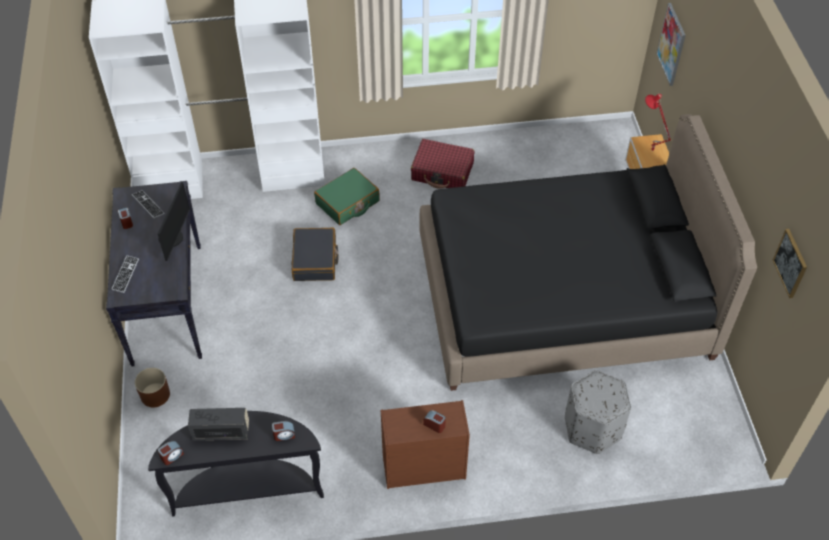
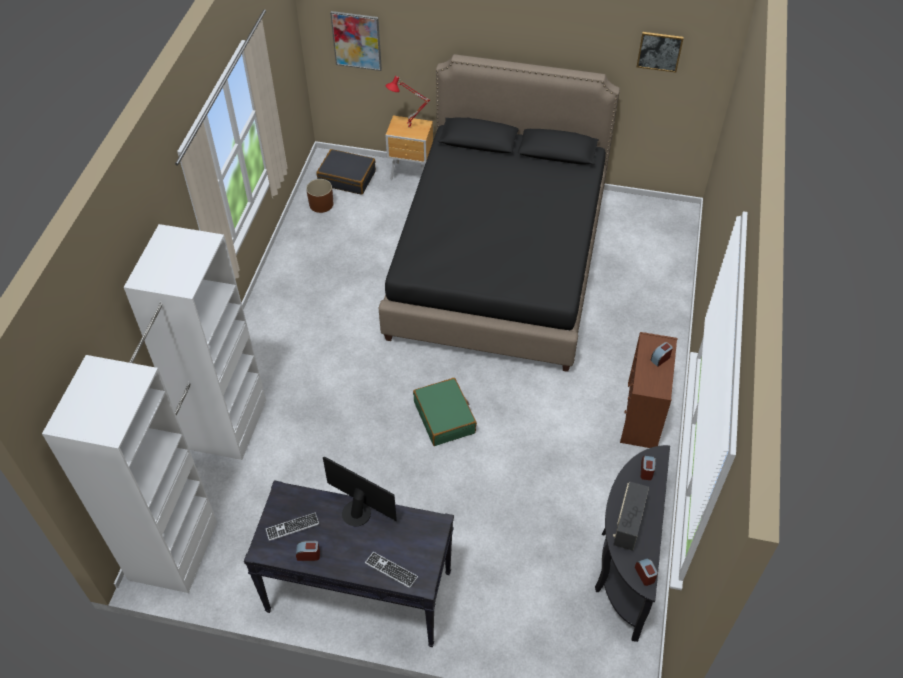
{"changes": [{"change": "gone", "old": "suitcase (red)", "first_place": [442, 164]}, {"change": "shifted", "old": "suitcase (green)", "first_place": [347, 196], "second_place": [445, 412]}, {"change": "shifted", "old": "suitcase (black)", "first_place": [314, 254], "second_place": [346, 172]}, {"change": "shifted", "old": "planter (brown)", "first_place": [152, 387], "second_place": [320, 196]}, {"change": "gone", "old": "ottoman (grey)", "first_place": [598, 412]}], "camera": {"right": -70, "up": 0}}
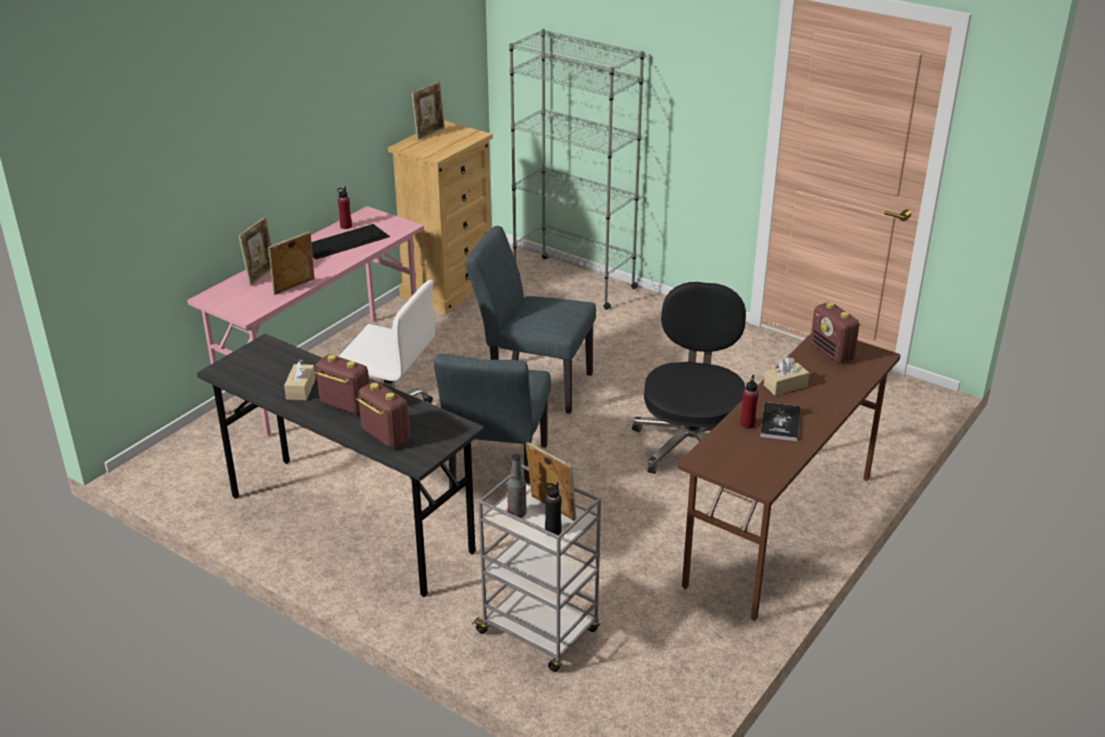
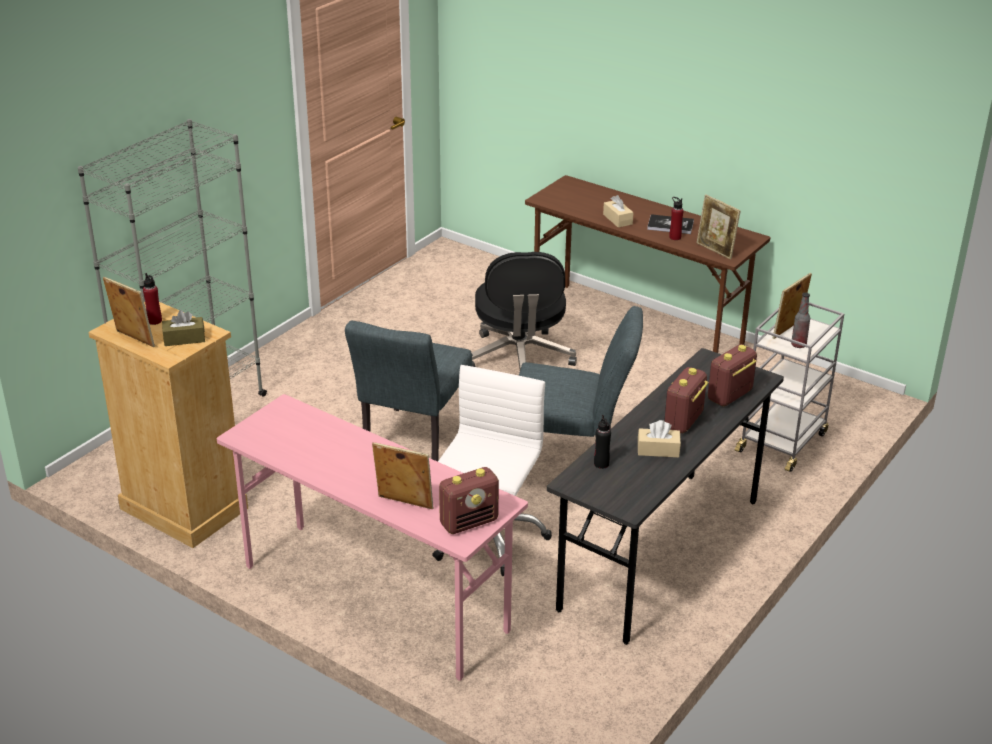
{"changes": [{"change": "shifted", "old": "bottle (red)", "first_place": [344, 207], "second_place": [152, 299]}, {"change": "gone", "old": "keyboard", "first_place": [351, 241]}, {"change": "shifted", "old": "picture frame", "first_place": [291, 263], "second_place": [719, 227]}, {"change": "rotated", "old": "office chair (black)", "first_place": [689, 378], "second_place": [524, 310], "degrees": -105}, {"change": "shifted", "old": "radio", "first_place": [835, 333], "second_place": [469, 500]}, {"change": "shifted", "old": "bottle (black)", "first_place": [553, 509], "second_place": [602, 442]}, {"change": "new", "new": "tissue box (brown)", "second_place": [183, 328]}], "camera": {"right": -90, "up": 0}}
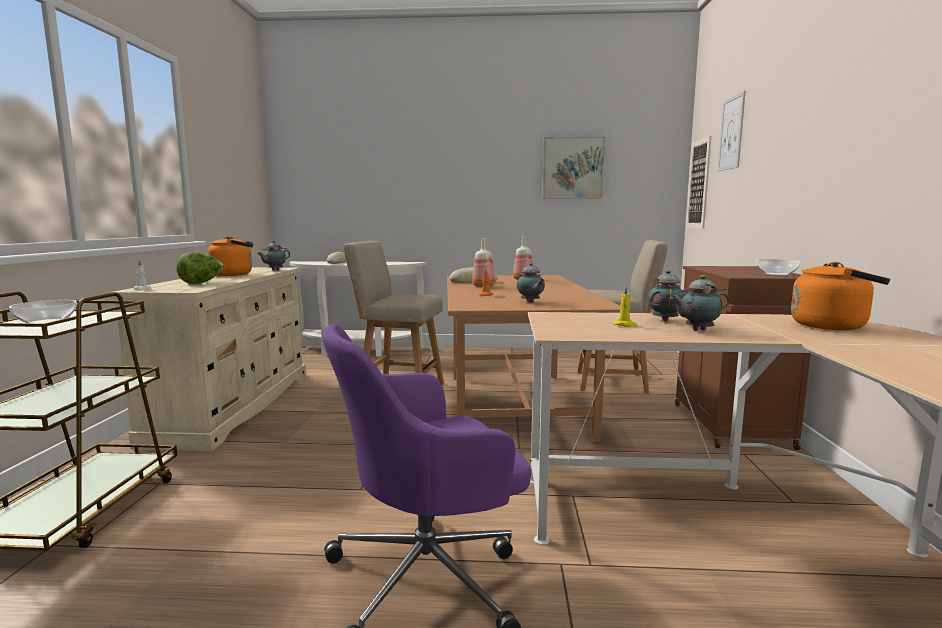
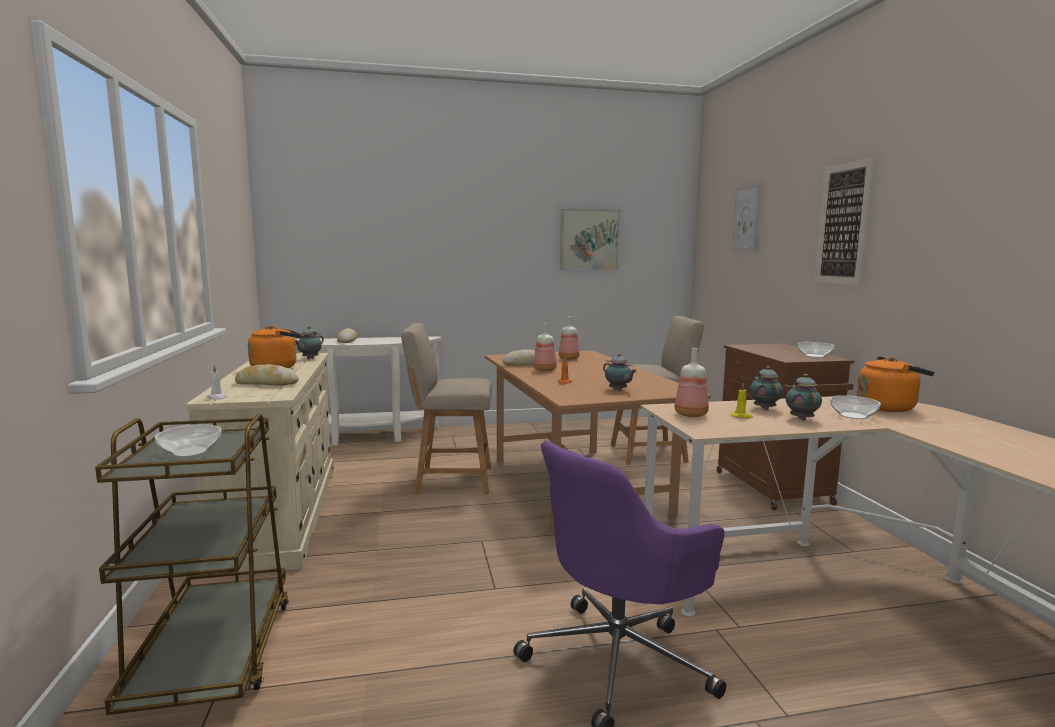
{"changes": [{"change": "shifted", "old": "picture", "first_place": [698, 182], "second_place": [844, 221]}, {"change": "swapped", "old": "lettuce", "new": "bread", "first_place": [200, 268], "second_place": [267, 374]}, {"change": "rotated", "old": "teapot", "first_place": [700, 303], "second_place": [804, 397], "degrees": 120}, {"change": "new", "new": "bottle", "second_place": [691, 382]}, {"change": "new", "new": "bowl", "second_place": [855, 407]}], "camera": {"right": -15, "up": 0}}
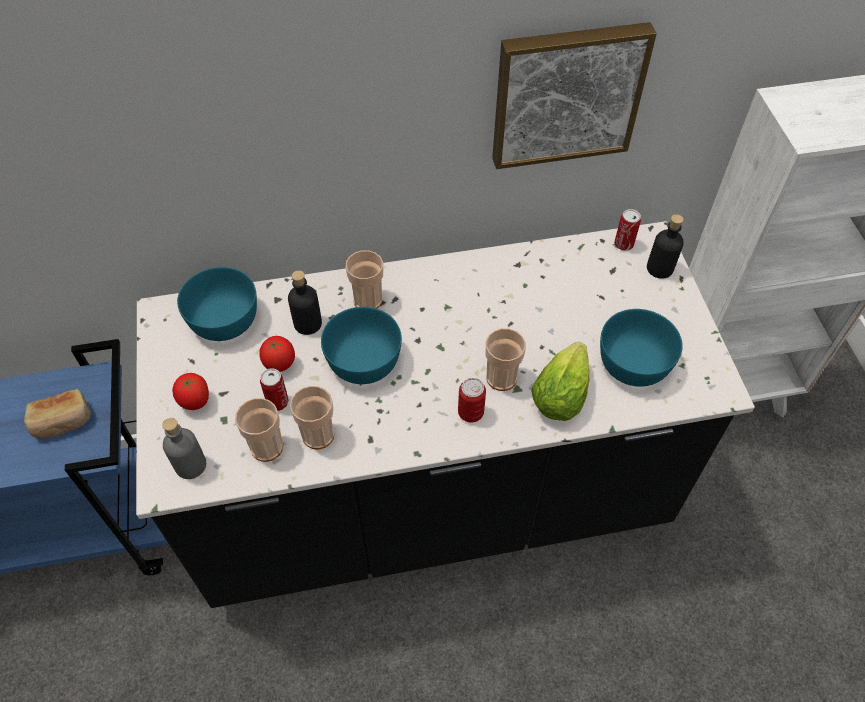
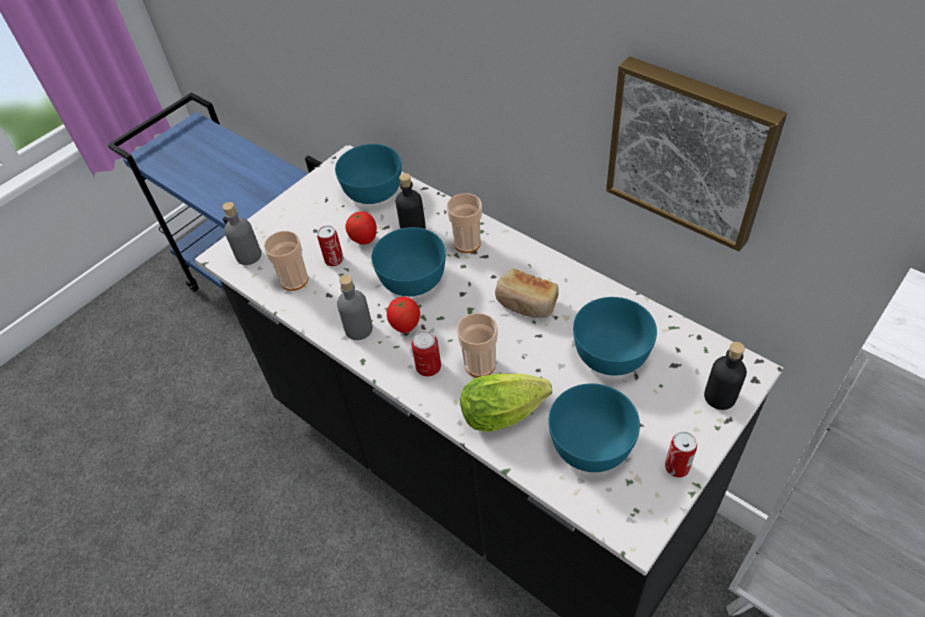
{"changes": [{"change": "shifted", "old": "can", "first_place": [627, 230], "second_place": [681, 454]}, {"change": "shifted", "old": "tomato", "first_place": [190, 391], "second_place": [403, 315]}, {"change": "gone", "old": "cup", "first_place": [312, 417]}, {"change": "shifted", "old": "bread", "first_place": [57, 414], "second_place": [527, 293]}, {"change": "new", "new": "bottle (grey)", "second_place": [355, 307]}, {"change": "new", "new": "bowl (turquoise)", "second_place": [615, 336]}], "camera": {"right": 55, "up": -5}}
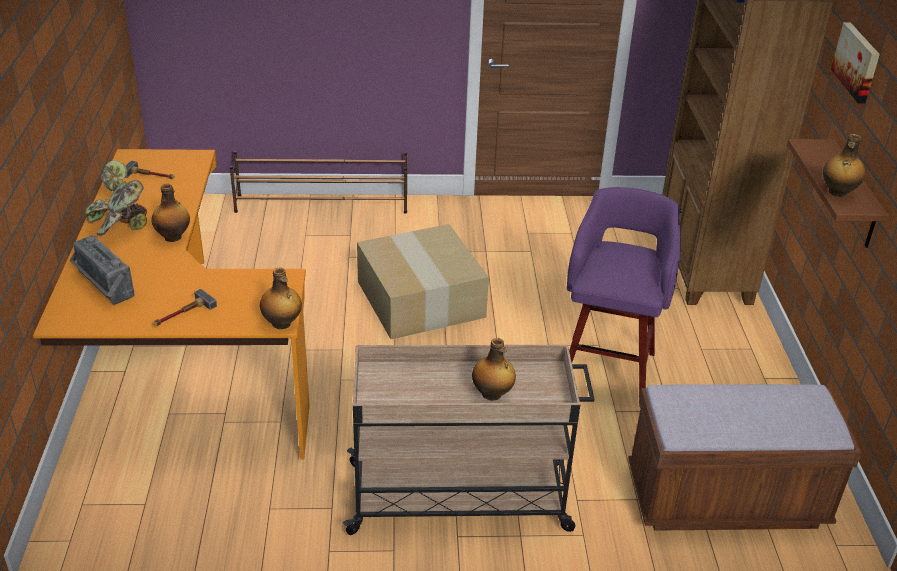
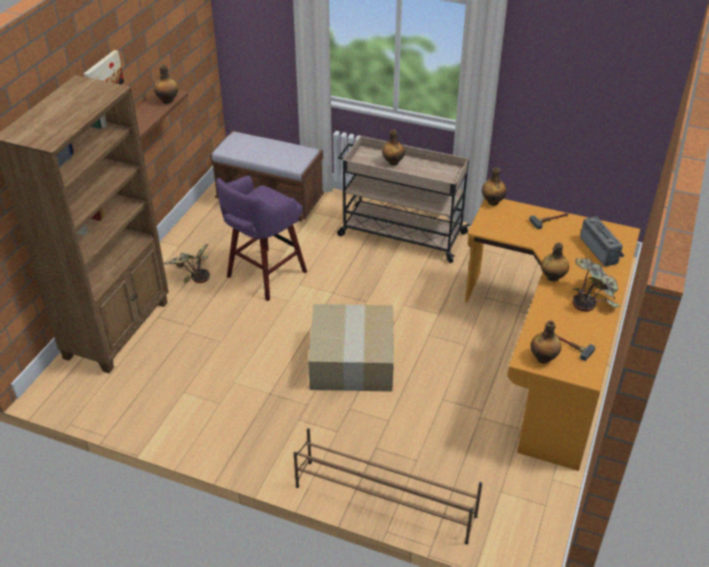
{"changes": [{"change": "new", "new": "potted plant", "second_place": [187, 263]}, {"change": "new", "new": "bottle", "second_place": [546, 342]}], "camera": {"right": -155, "up": 5}}
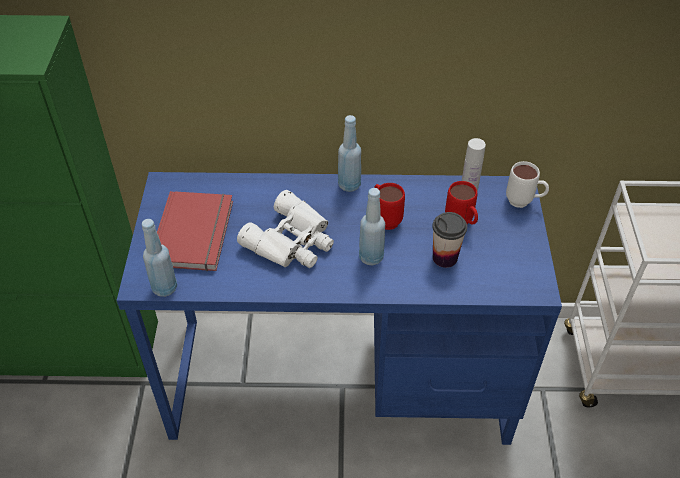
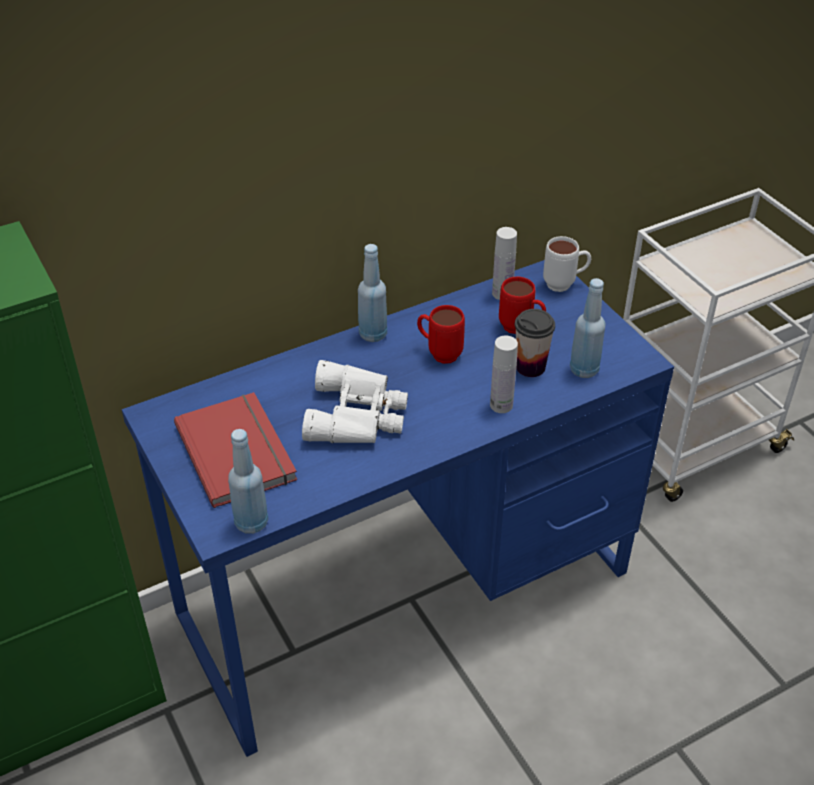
{"changes": [{"change": "shifted", "old": "bottle (blue)", "first_place": [372, 226], "second_place": [588, 328]}, {"change": "new", "new": "bottle (white)", "second_place": [504, 374]}], "camera": {"right": -30, "up": -5}}
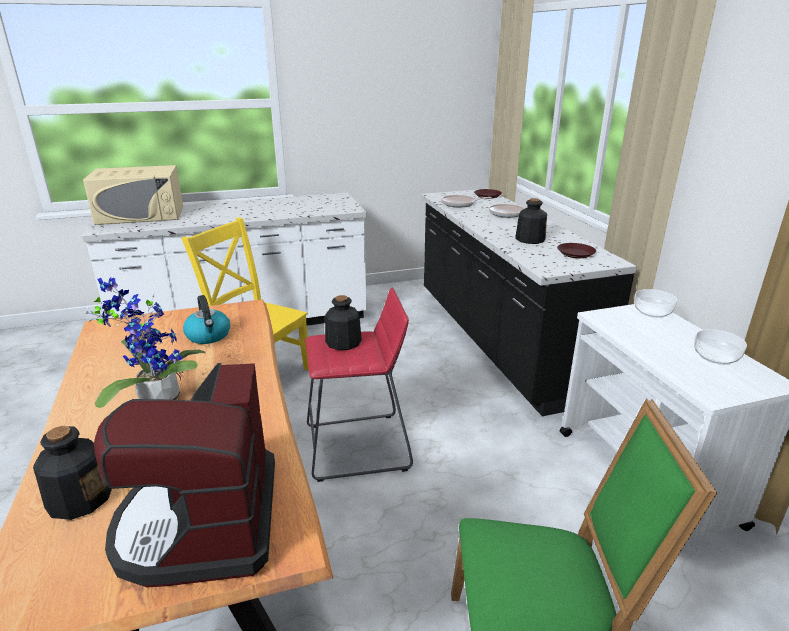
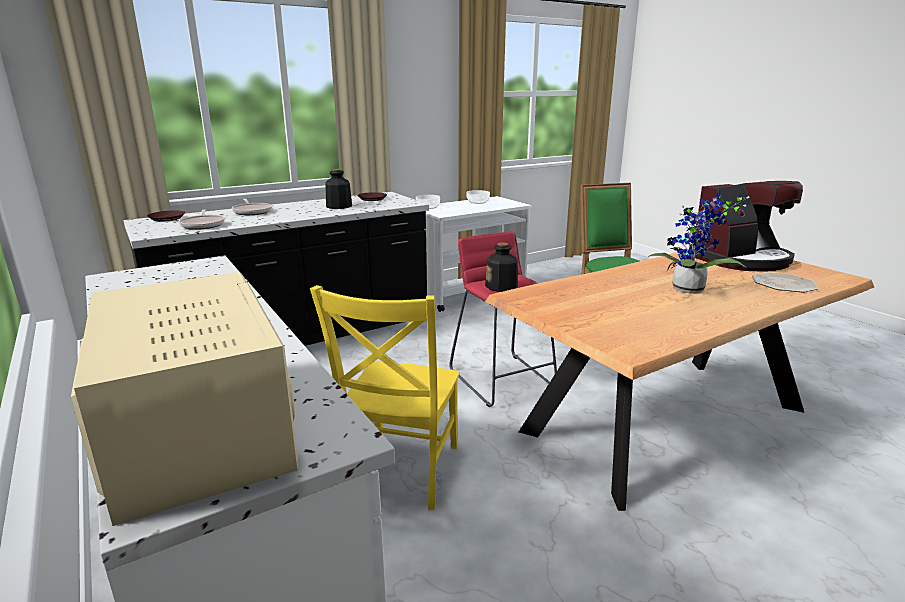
{"changes": [{"change": "gone", "old": "kettle", "first_place": [206, 319]}, {"change": "swapped", "old": "bottle", "new": "plate", "first_place": [72, 473], "second_place": [785, 282]}], "camera": {"right": -105, "up": -5}}
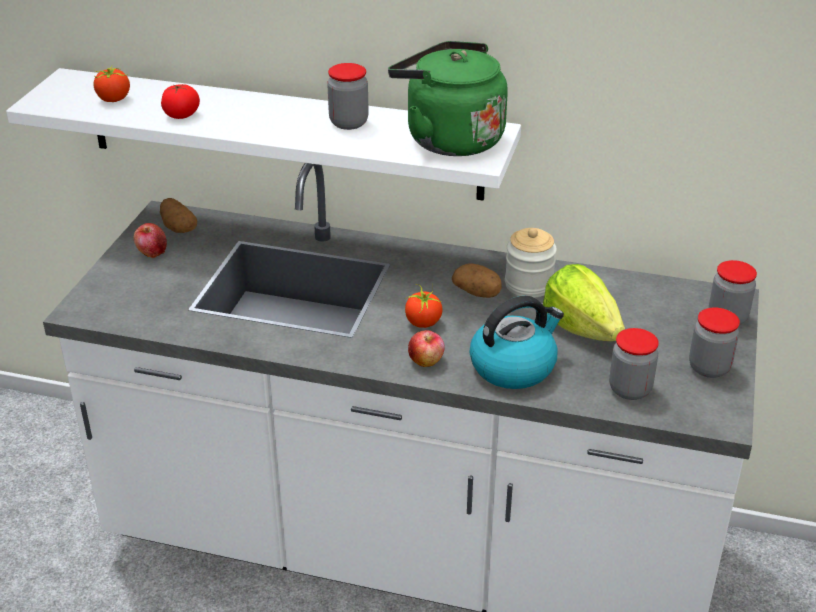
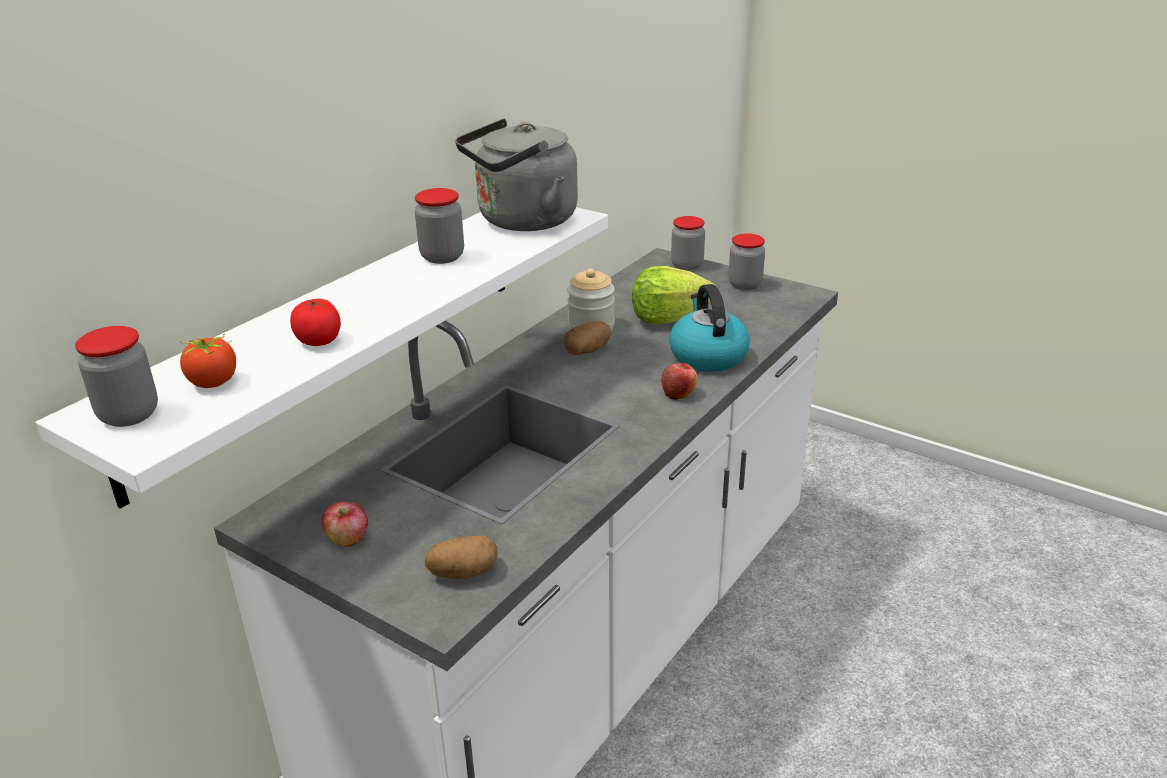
{"changes": [{"change": "repainted", "old": "kettle (green)", "new": "kettle (grey)", "first_place": [448, 98], "second_place": [516, 174]}, {"change": "shifted", "old": "potato", "first_place": [178, 215], "second_place": [461, 557]}, {"change": "gone", "old": "tomato", "first_place": [423, 306]}, {"change": "shifted", "old": "jar", "first_place": [634, 364], "second_place": [116, 376]}], "camera": {"right": -70, "up": -5}}
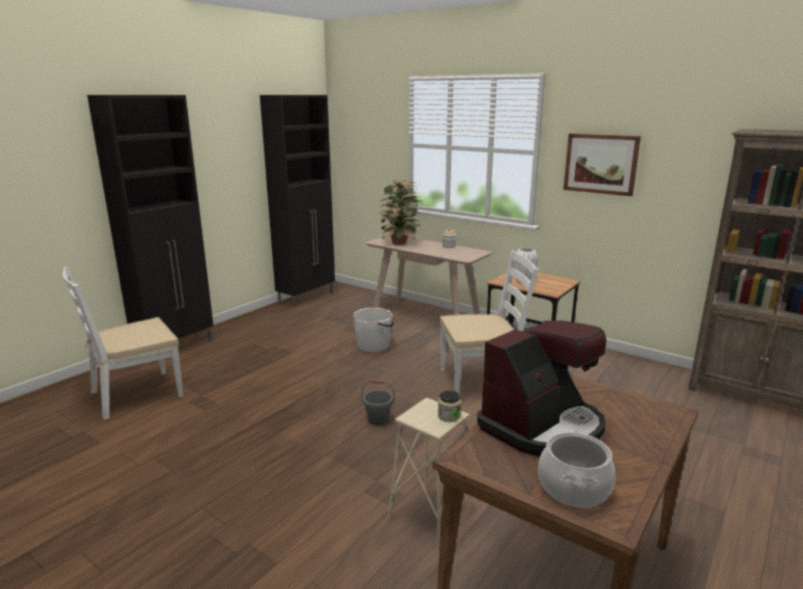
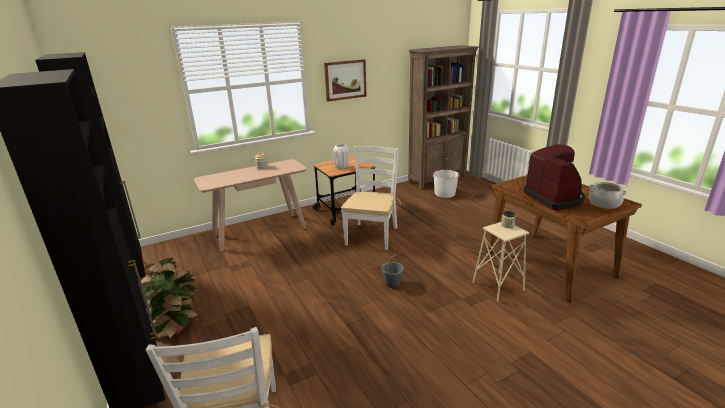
{"changes": [{"change": "shifted", "old": "potted plant", "first_place": [401, 212], "second_place": [169, 298]}, {"change": "shifted", "old": "bucket (white)", "first_place": [373, 329], "second_place": [446, 184]}], "camera": {"right": -65, "up": 5}}
